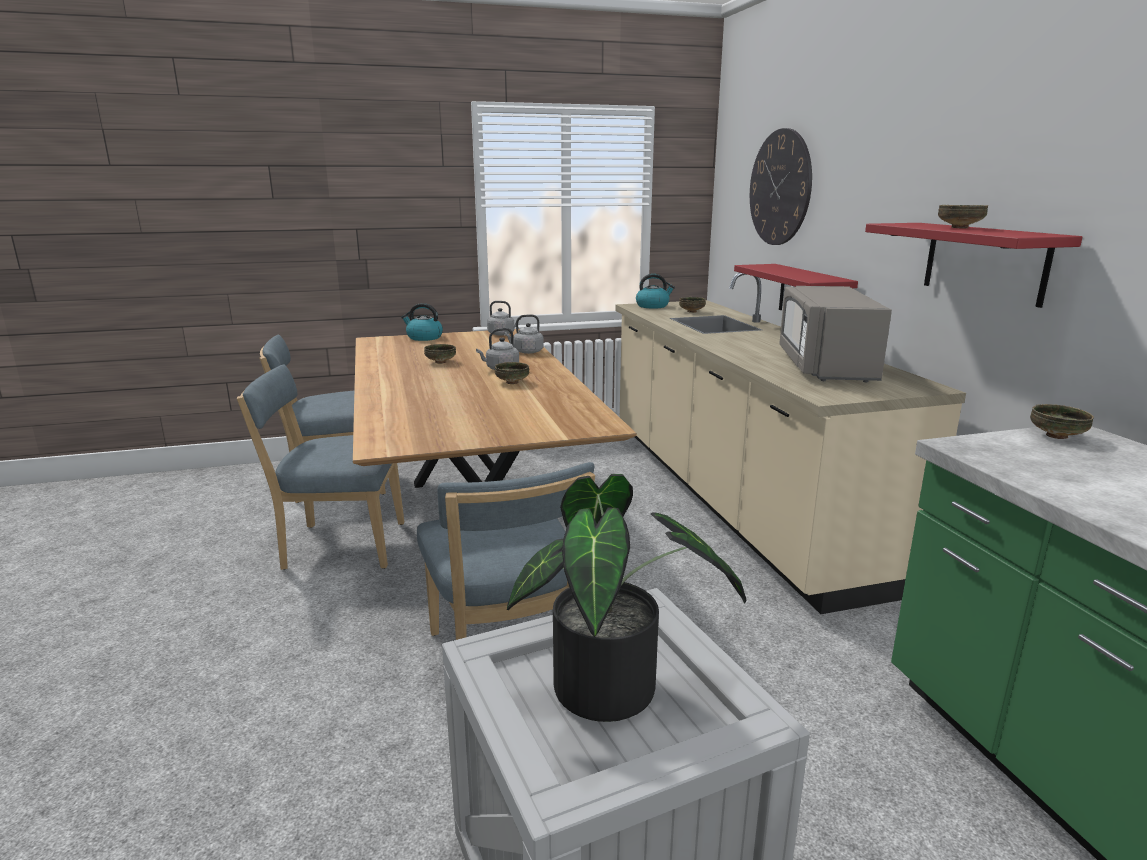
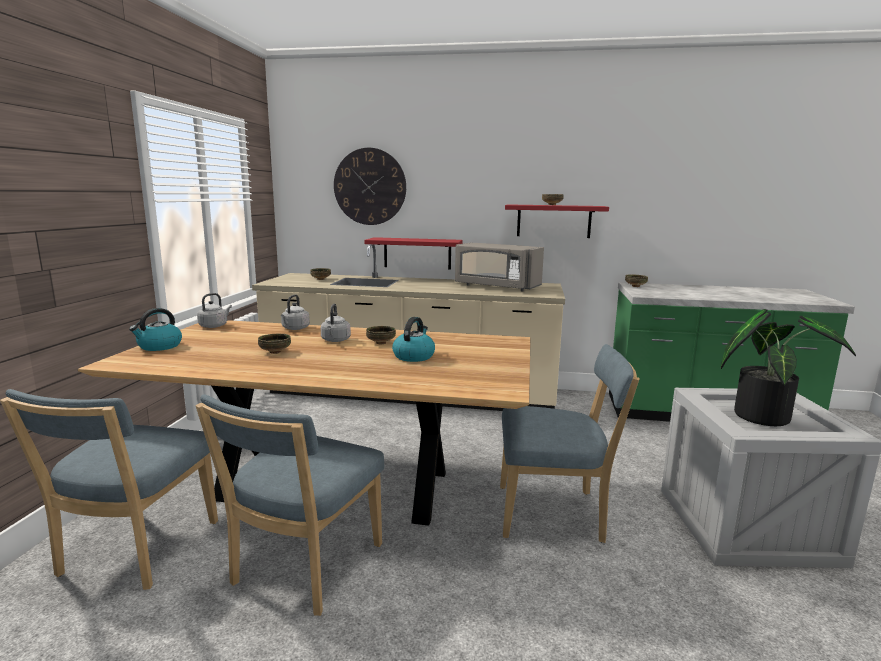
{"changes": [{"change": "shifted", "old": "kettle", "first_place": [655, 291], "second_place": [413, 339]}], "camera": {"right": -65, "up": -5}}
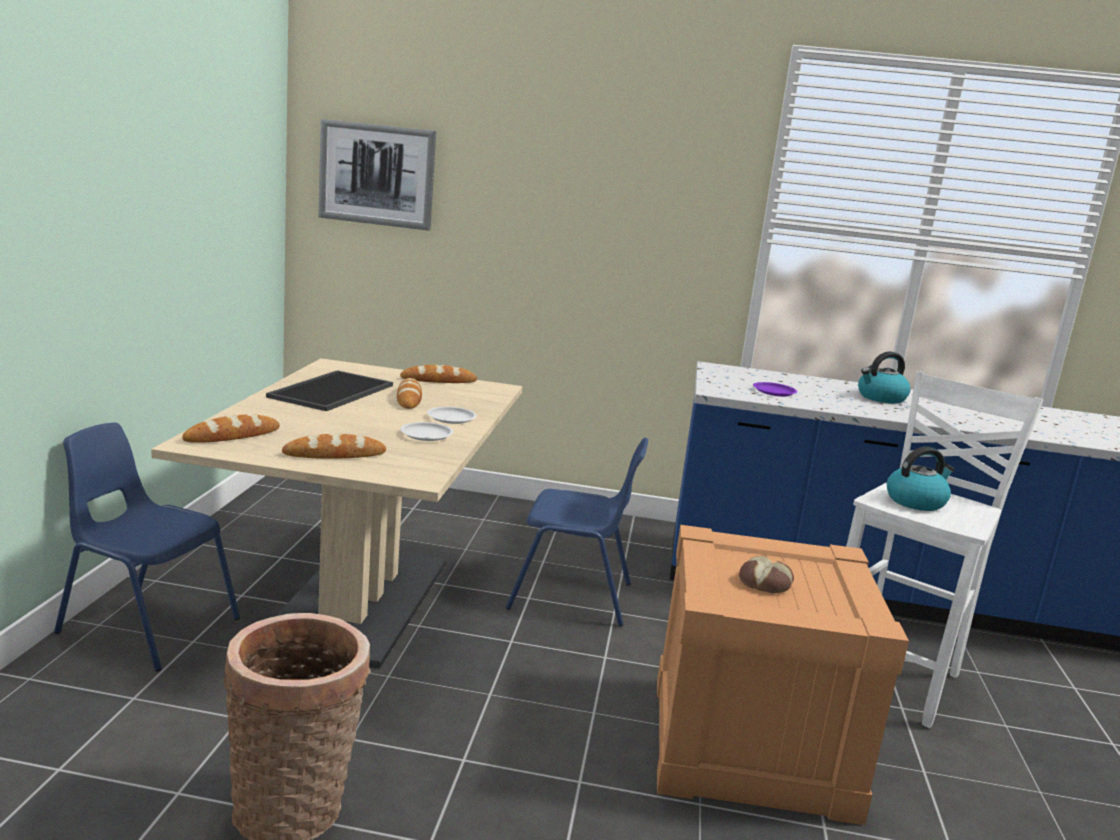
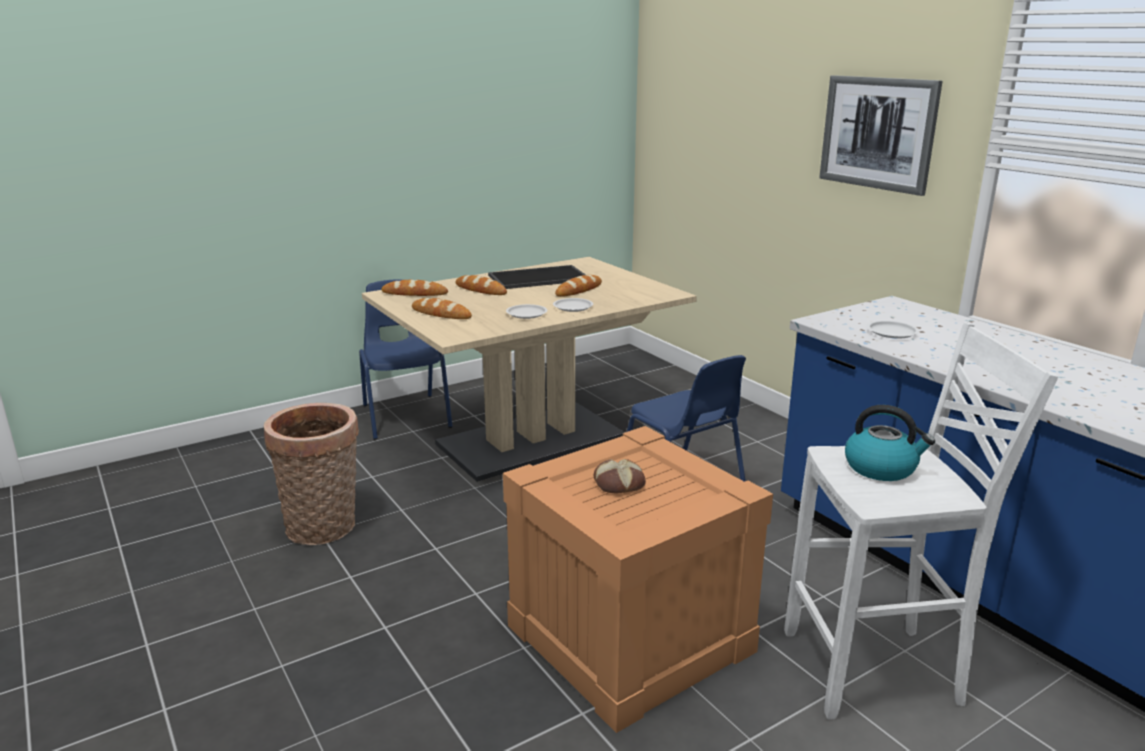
{"changes": [{"change": "shifted", "old": "picture", "first_place": [377, 174], "second_place": [881, 135]}, {"change": "gone", "old": "kettle", "first_place": [884, 378]}, {"change": "shifted", "old": "bread", "first_place": [438, 374], "second_place": [481, 285]}, {"change": "repainted", "old": "plate (purple)", "new": "plate (white)", "first_place": [775, 389], "second_place": [893, 330]}], "camera": {"right": 50, "up": 5}}
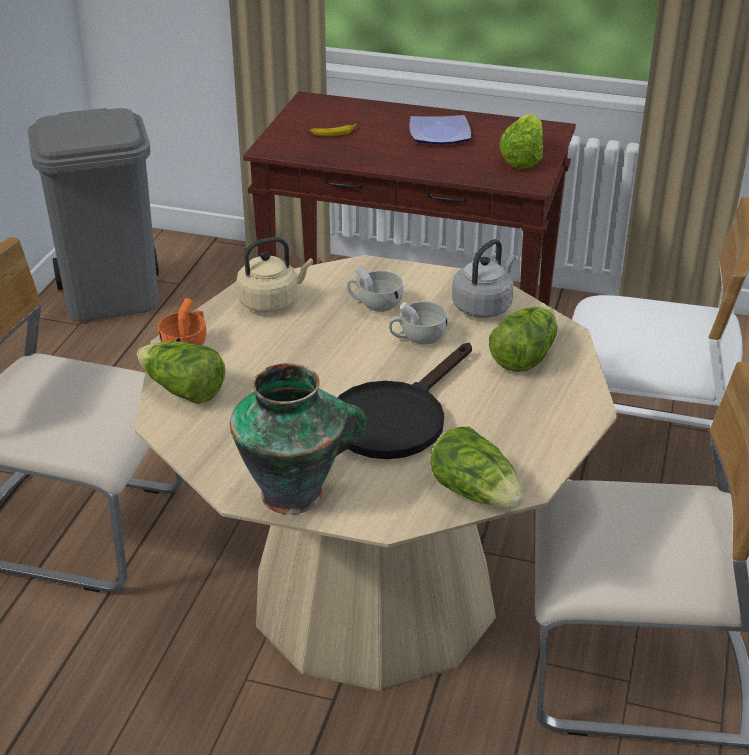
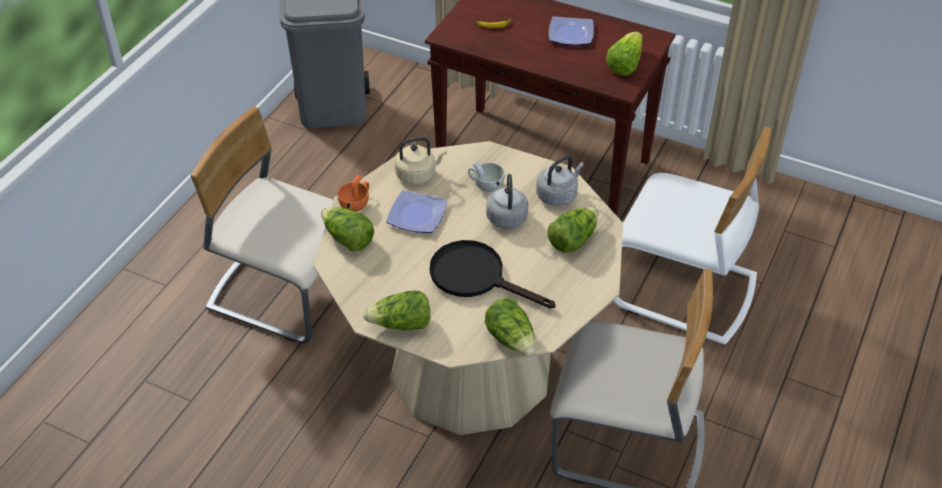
{"changes": [{"change": "swapped", "old": "cup (white)", "new": "kettle (grey)", "first_place": [418, 323], "second_place": [507, 201]}, {"change": "rotated", "old": "frying pan (black)", "first_place": [404, 401], "second_place": [492, 274], "degrees": 75}, {"change": "swapped", "old": "vase", "new": "lettuce", "first_place": [298, 438], "second_place": [396, 310]}, {"change": "new", "new": "plate", "second_place": [416, 211]}], "camera": {"right": 10, "up": 10}}
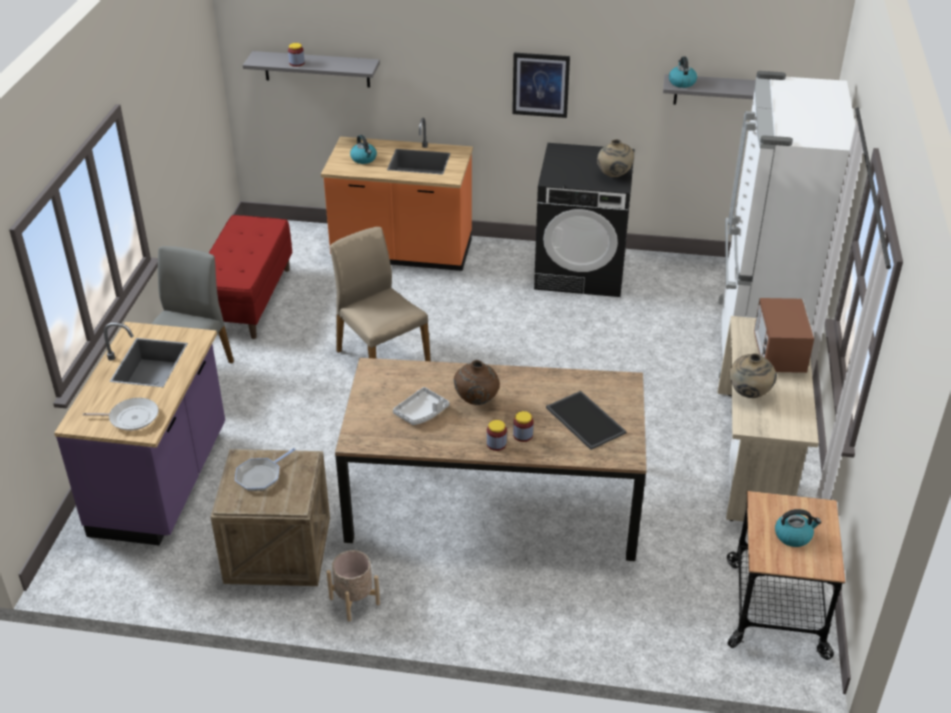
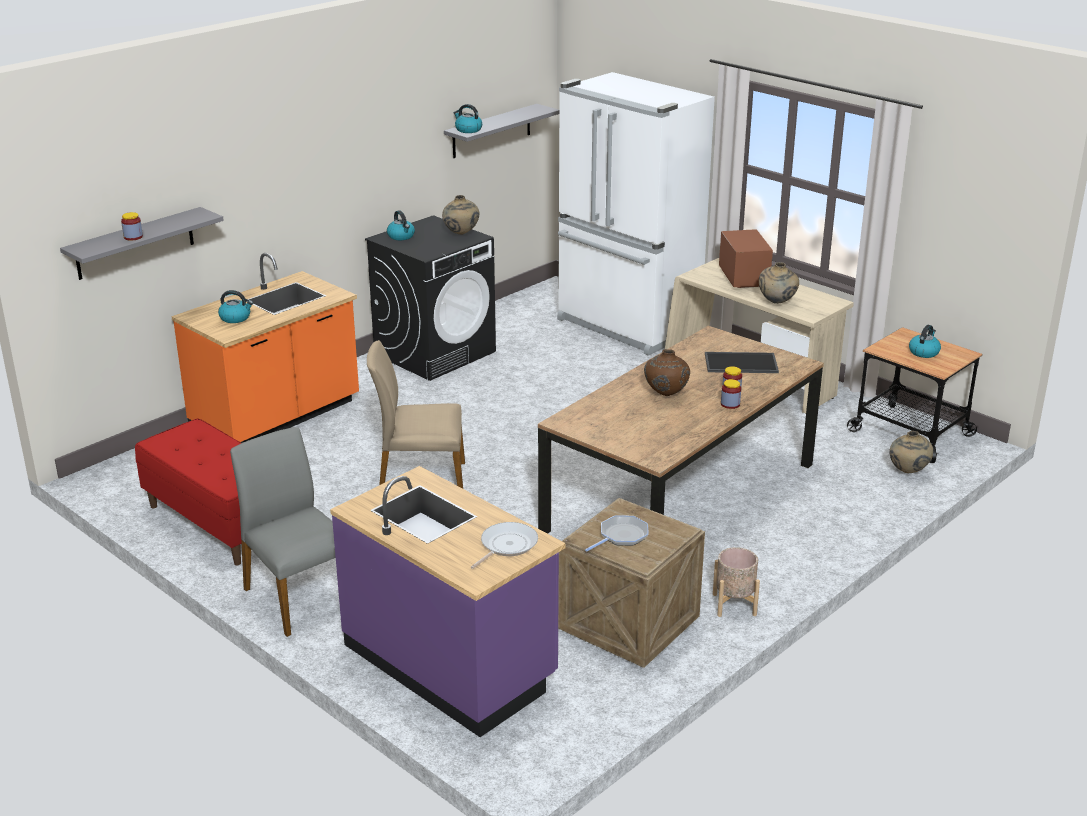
{"changes": [{"change": "gone", "old": "picture", "first_place": [541, 85]}, {"change": "rotated", "old": "microwave", "first_place": [784, 335], "second_place": [746, 258], "degrees": -135}, {"change": "gone", "old": "tray (grey)", "first_place": [421, 406]}, {"change": "rotated", "old": "frying pan", "first_place": [265, 469], "second_place": [616, 533], "degrees": -120}, {"change": "new", "new": "kettle", "second_place": [401, 225]}, {"change": "new", "new": "vase (beige)", "second_place": [911, 452]}], "camera": {"right": -55, "up": -10}}
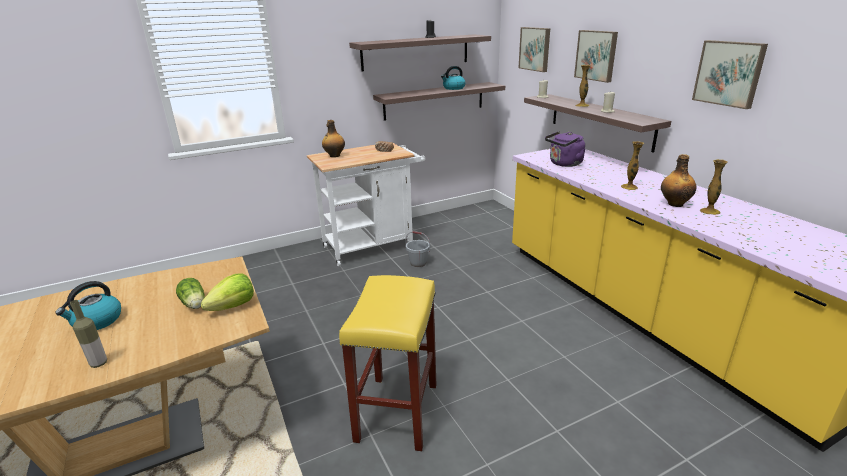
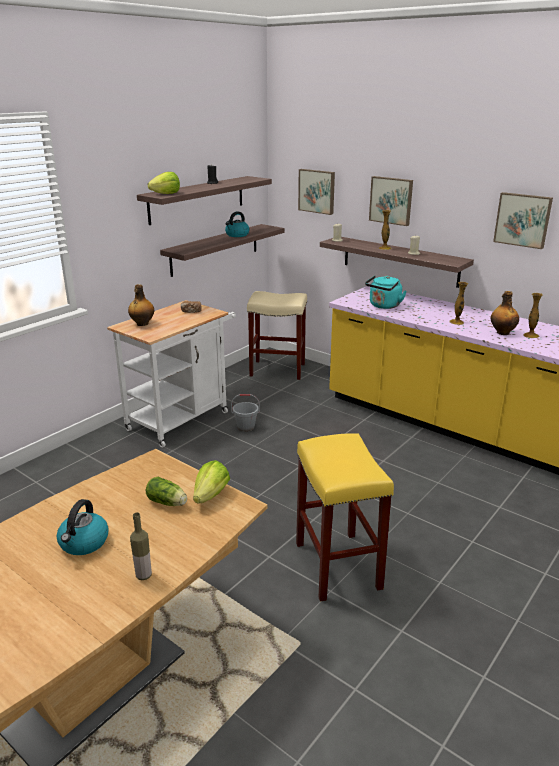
{"changes": [{"change": "repainted", "old": "kettle (purple)", "new": "kettle (turquoise)", "first_place": [565, 149], "second_place": [386, 292]}, {"change": "new", "new": "lettuce", "second_place": [164, 183]}, {"change": "new", "new": "stool (beige)", "second_place": [277, 335]}], "camera": {"right": -25, "up": 0}}
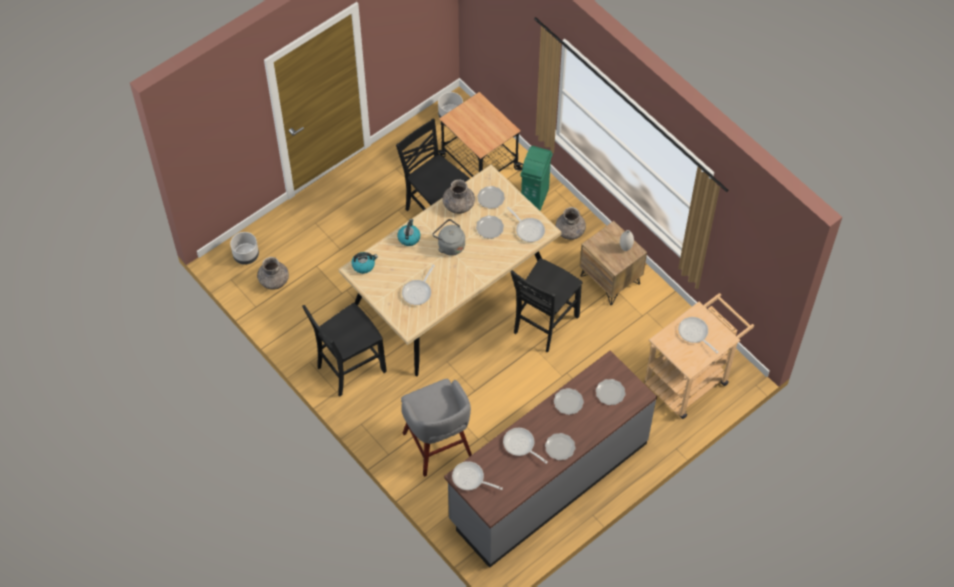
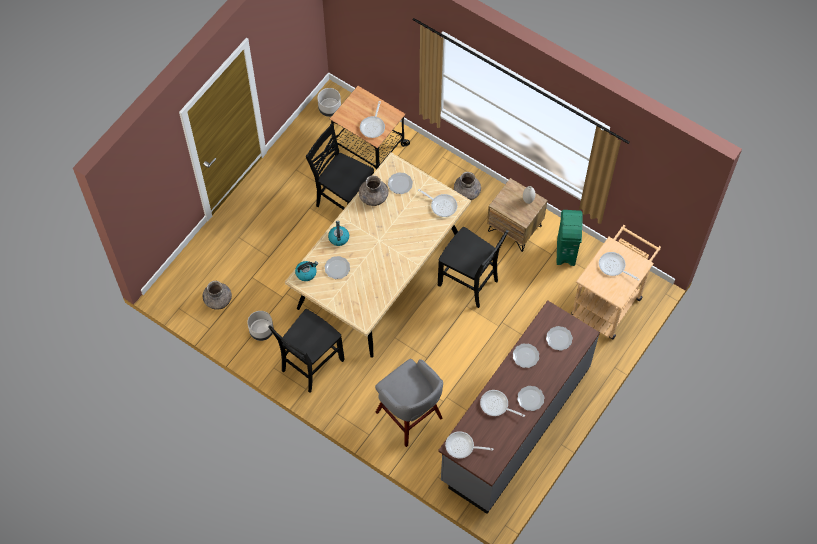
{"changes": [{"change": "shifted", "old": "trash can (green)", "first_place": [537, 178], "second_place": [570, 238]}, {"change": "shifted", "old": "plate", "first_place": [490, 227], "second_place": [337, 267]}, {"change": "gone", "old": "kettle (grey)", "first_place": [449, 237]}, {"change": "shifted", "old": "planter (grey)", "first_place": [244, 248], "second_place": [260, 326]}, {"change": "rotated", "old": "chair (black)", "first_place": [546, 305], "second_place": [473, 267], "degrees": -75}, {"change": "shifted", "old": "frying pan", "first_place": [418, 285], "second_place": [372, 119]}], "camera": {"right": -15, "up": 5}}
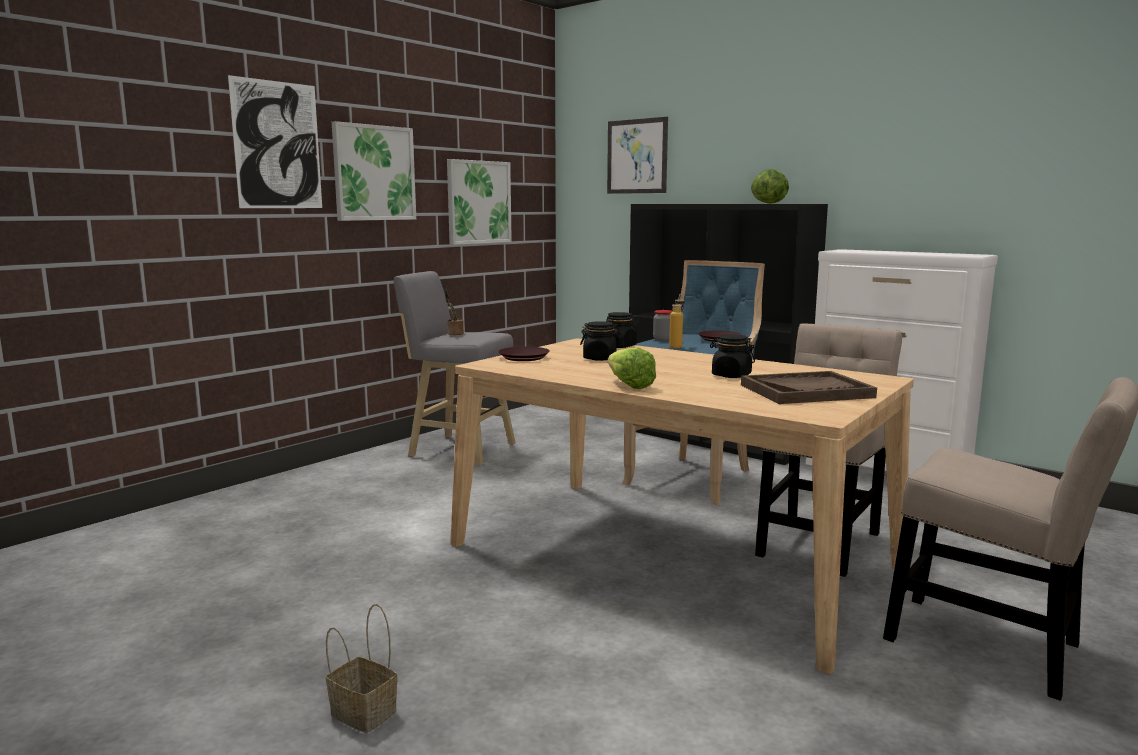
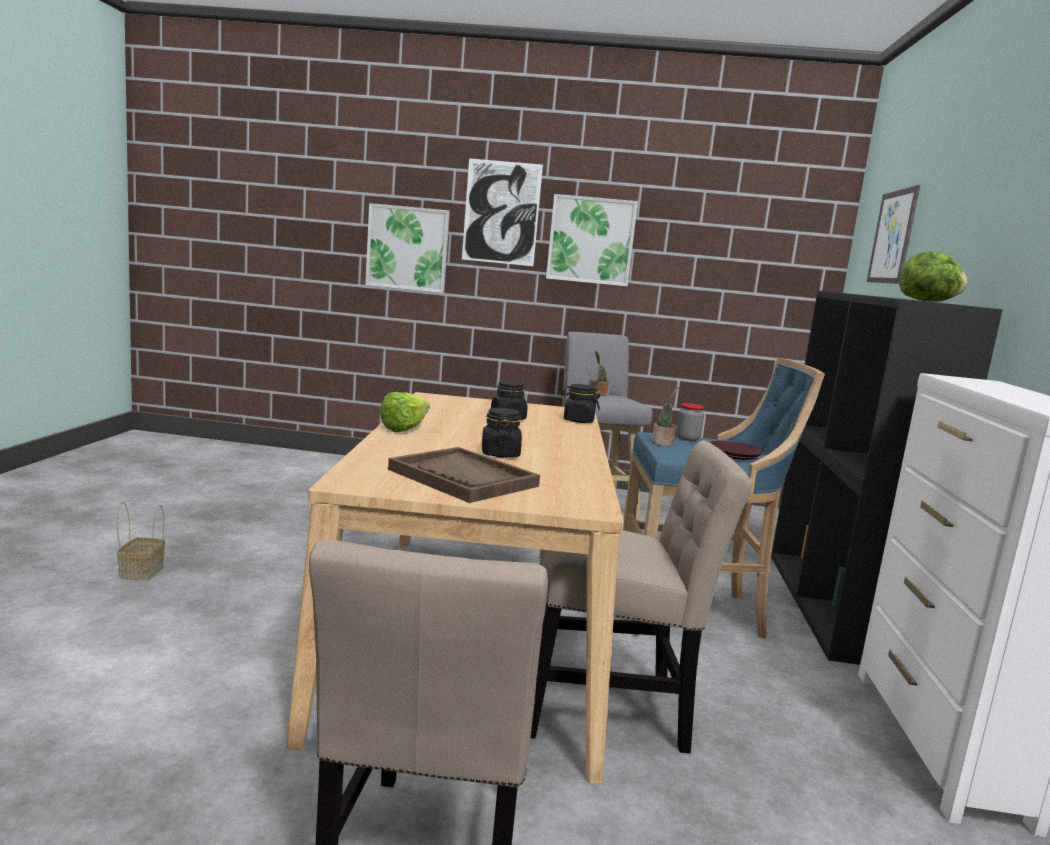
{"changes": [{"change": "shifted", "old": "picture", "first_place": [479, 202], "second_place": [407, 248]}, {"change": "swapped", "old": "bottle", "new": "potted plant", "first_place": [677, 321], "second_place": [665, 416]}, {"change": "gone", "old": "plate (brown)", "first_place": [524, 354]}], "camera": {"right": 55, "up": 0}}
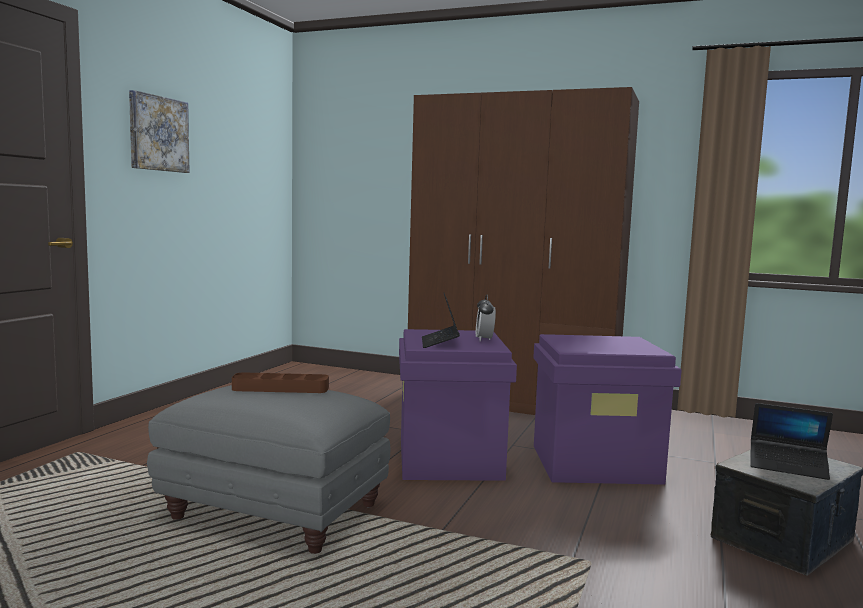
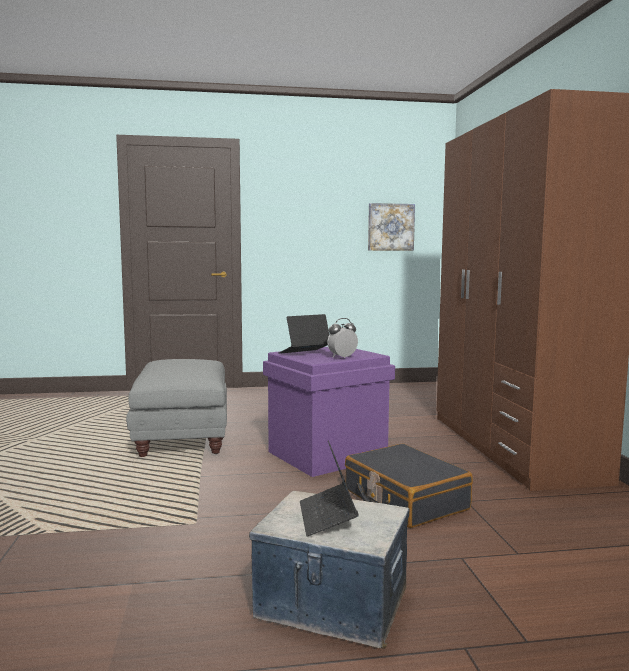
{"changes": [{"change": "shifted", "old": "picture", "first_place": [159, 131], "second_place": [391, 227]}, {"change": "swapped", "old": "storage box (purple)", "new": "suitcase (black)", "first_place": [607, 409], "second_place": [409, 485]}, {"change": "gone", "old": "tray (brown)", "first_place": [280, 382]}], "camera": {"right": 60, "up": 0}}
